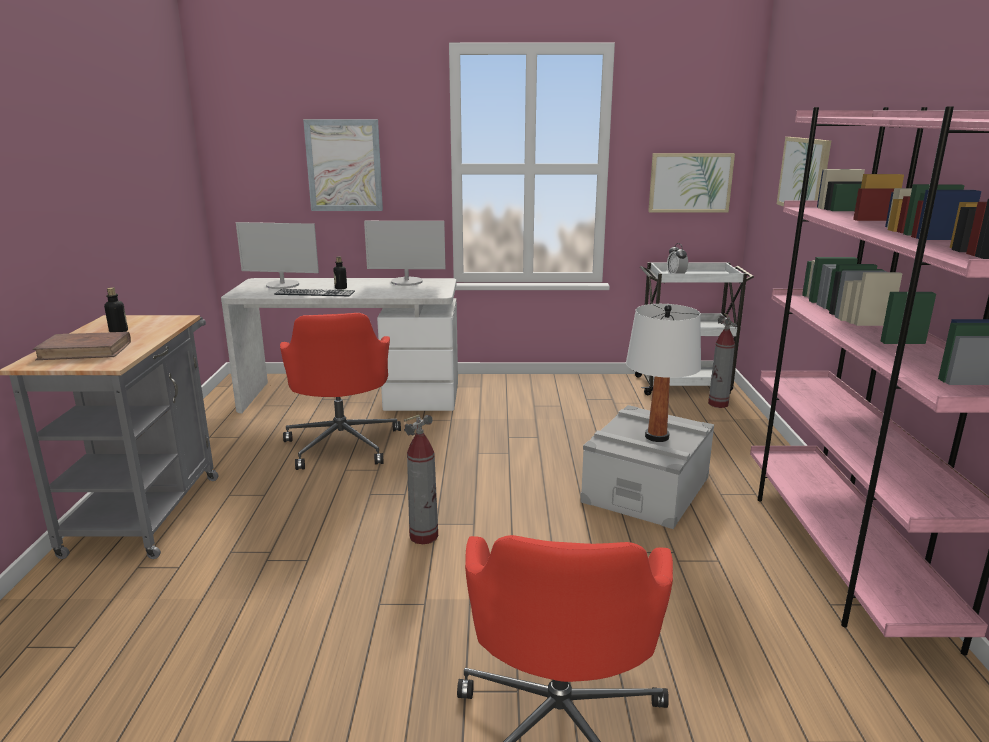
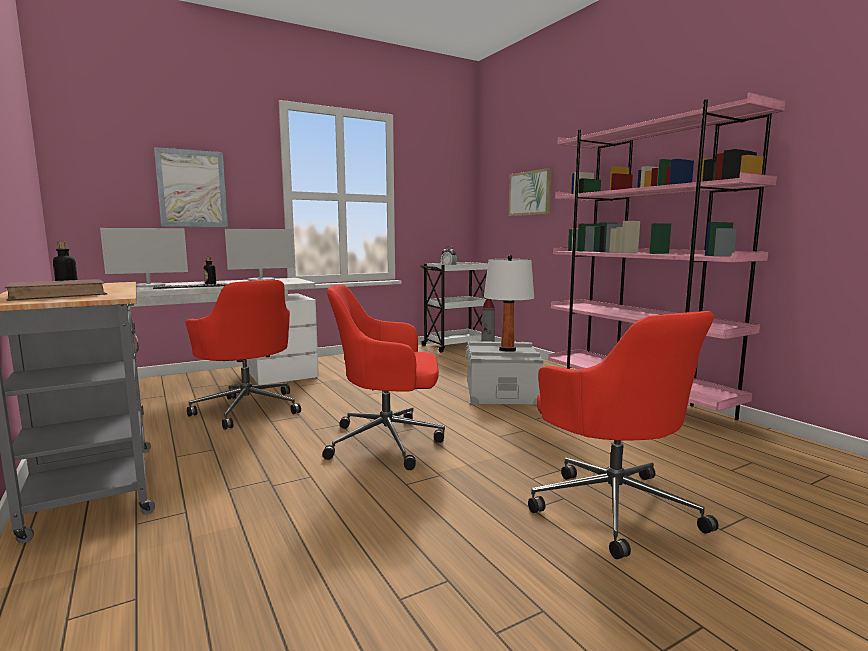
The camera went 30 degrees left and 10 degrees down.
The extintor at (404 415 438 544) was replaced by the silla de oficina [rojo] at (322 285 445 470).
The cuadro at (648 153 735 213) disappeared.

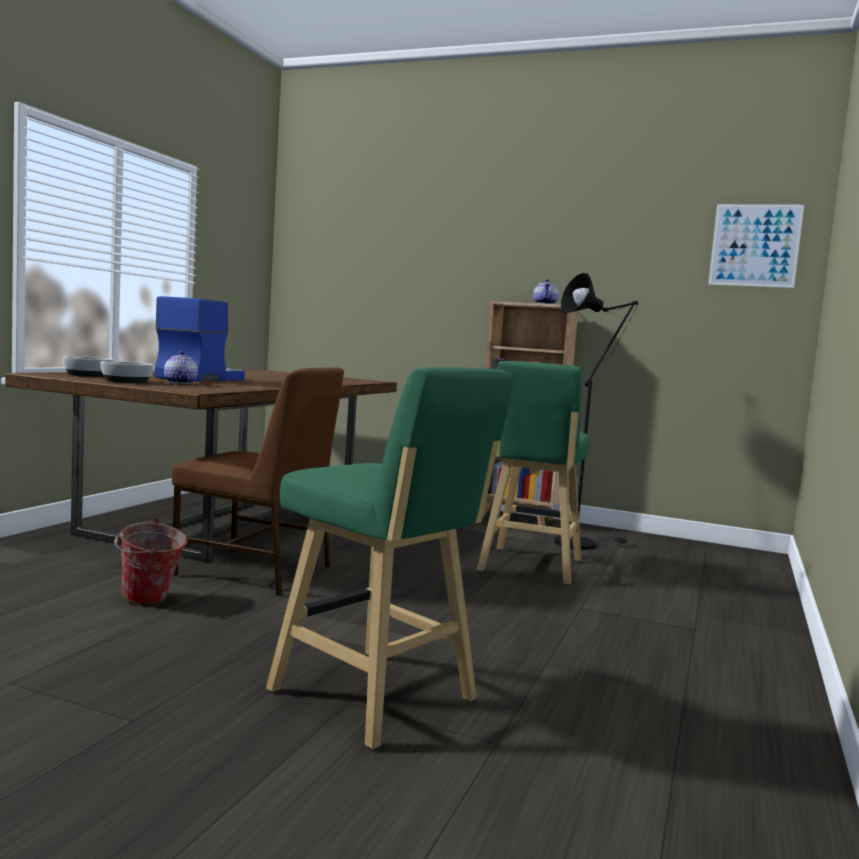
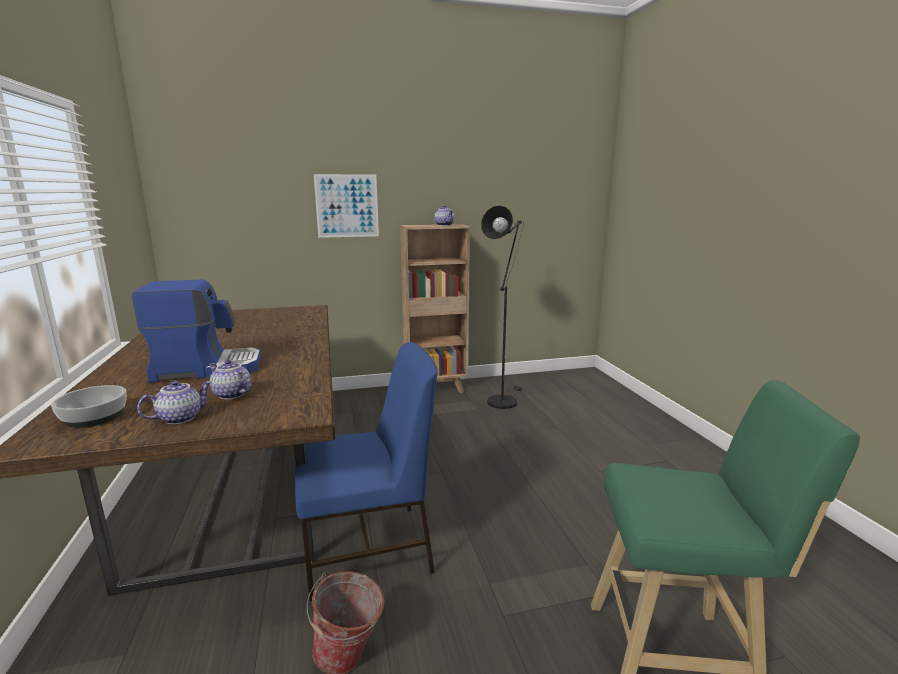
The camera went 35 degrees left and 10 degrees up.
The cuenco at (100 361 154 383) was replaced by the tetera at (137 380 212 424).
The cafetera at (155 296 245 382) turned 90 degrees clockwise.
The silla [marrón] at (172 367 344 596) became the silla [azul] at (295 342 438 601).
The taburete [verde] at (477 361 590 585) disappeared.
The cuadro moved from (708 204 804 288) to (314 174 379 238).

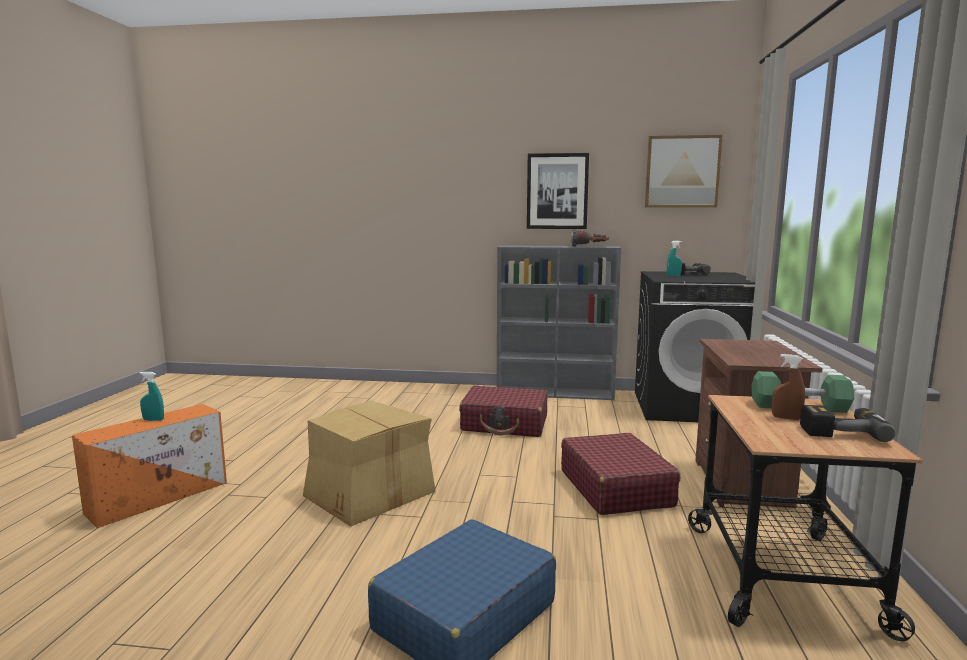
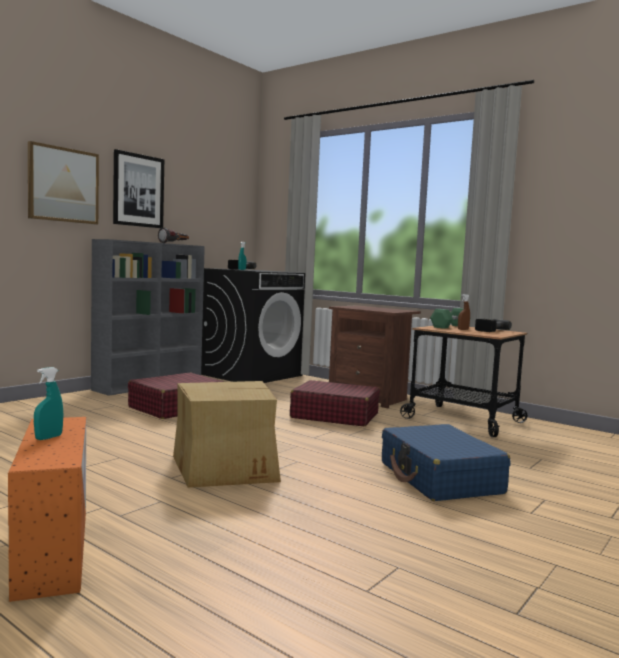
The camera went 60 degrees left and 5 degrees down.
The cuadro moved from (645 135 723 208) to (28 141 99 225).

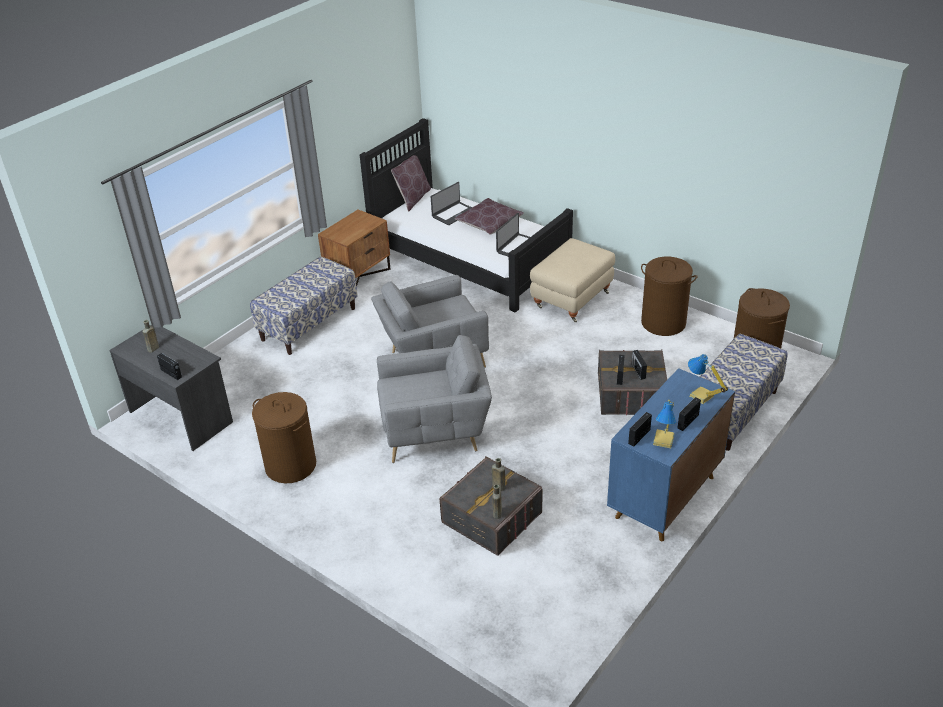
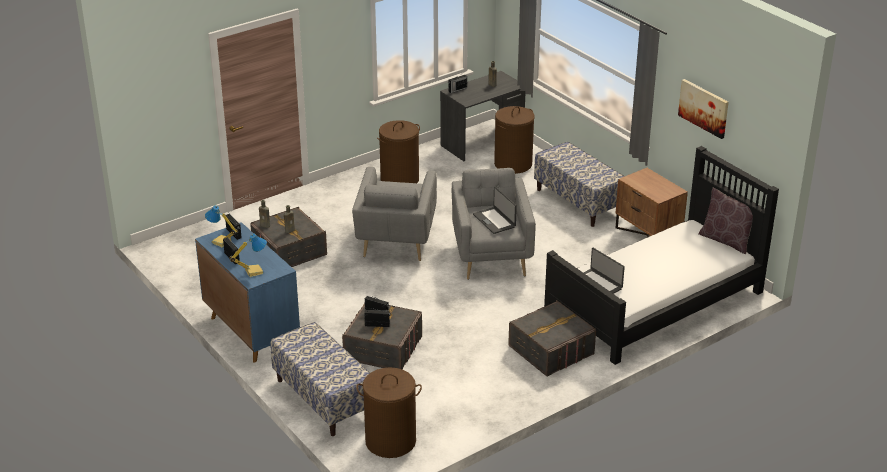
The camera went 105 degrees right and 5 degrees down.
The portátil moved from (431 182 472 225) to (473 187 517 234).
The cojín [marrón] at (455 198 524 235) disappeared.
The puf [beis] at (530 238 615 323) was replaced by the caja de almacenaje [gris] at (508 300 596 377).
The cesto de la ropa [marrón] moved from (641 257 697 336) to (494 106 535 174).
The cuadro at (678 79 729 139) appeared.

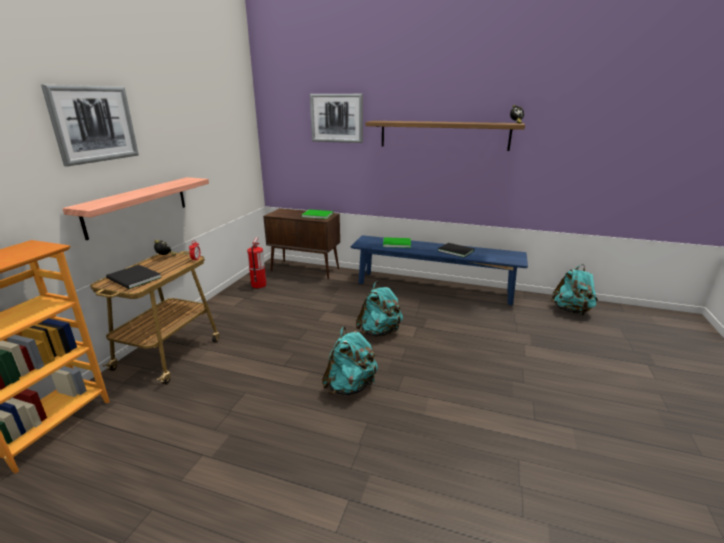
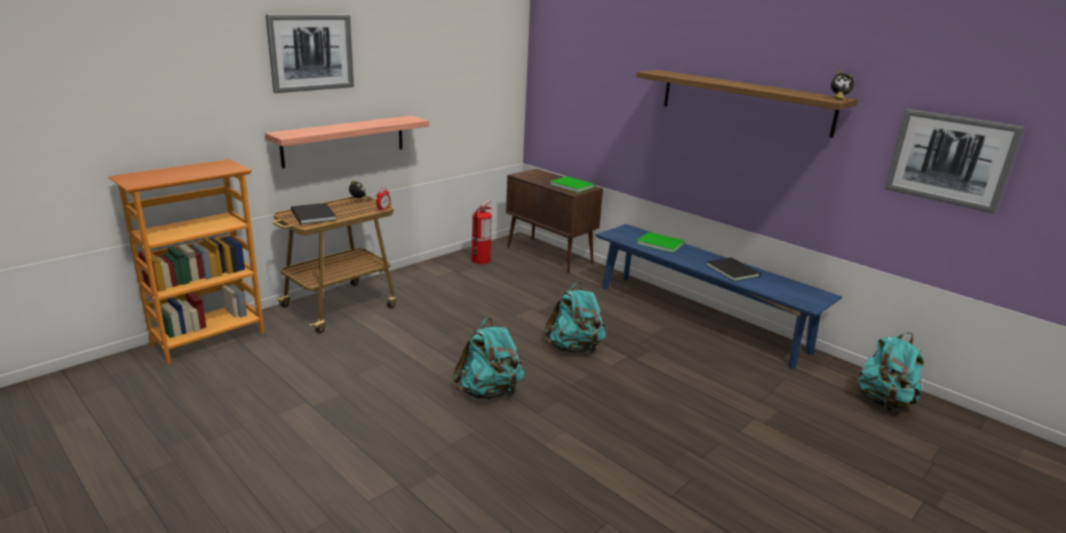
The camera went 25 degrees right and 0 degrees up.
The cuadro moved from (310 94 363 143) to (885 109 1025 214).

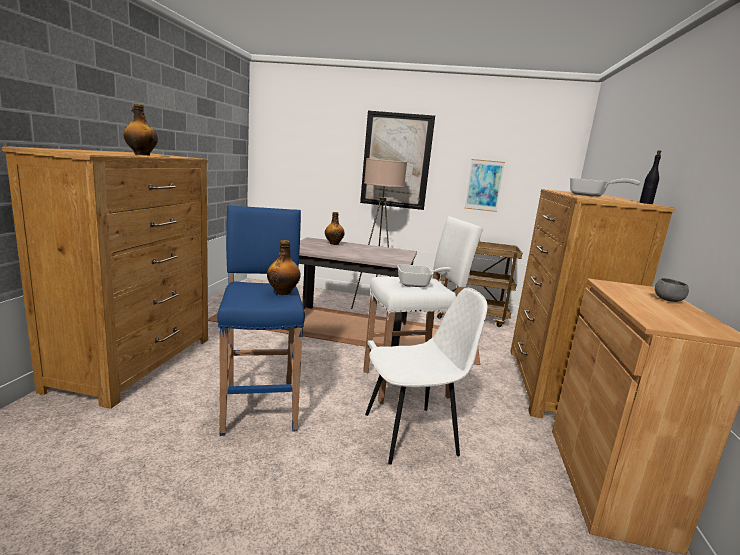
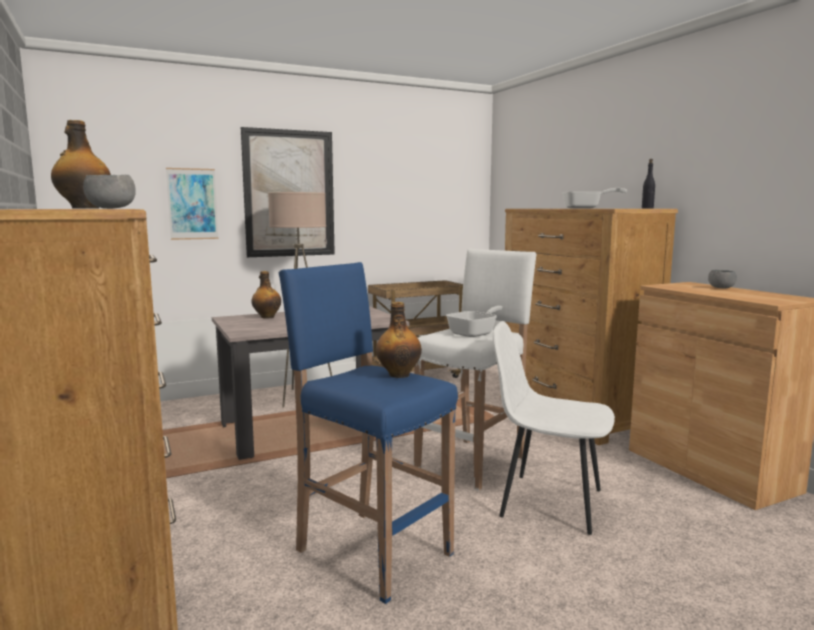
The camera went 35 degrees left and 5 degrees down.
The silla [blanco] at (365 288 487 464) turned 105 degrees counterclockwise.
The cuadro moved from (465 159 505 212) to (166 168 219 240).
The cuenco [gris] at (83 175 136 209) appeared.

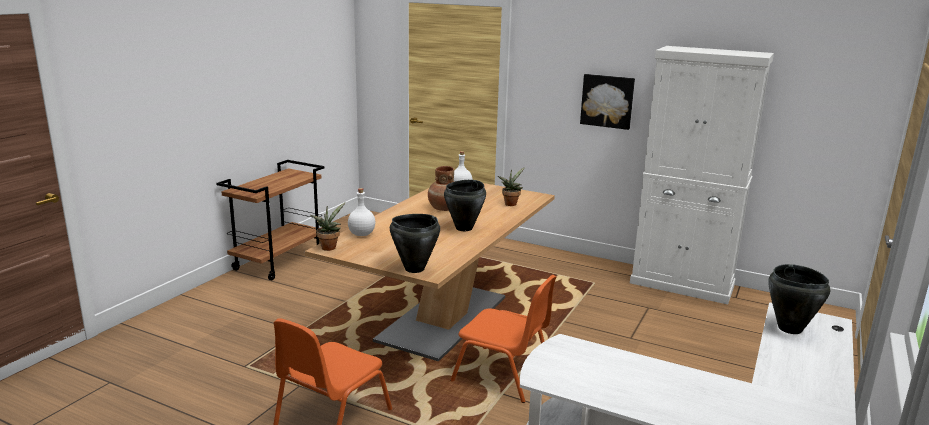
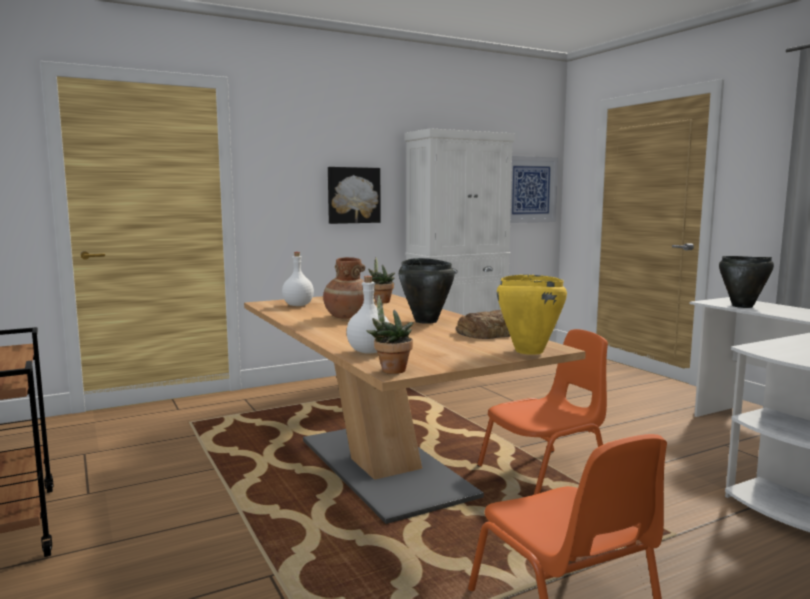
The camera went 55 degrees left and 10 degrees down.
The olla [negro] at (390 214 440 273) became the olla [amarillo] at (497 274 567 355).
The pan at (456 310 510 339) appeared.
The cuadro at (510 156 558 223) appeared.

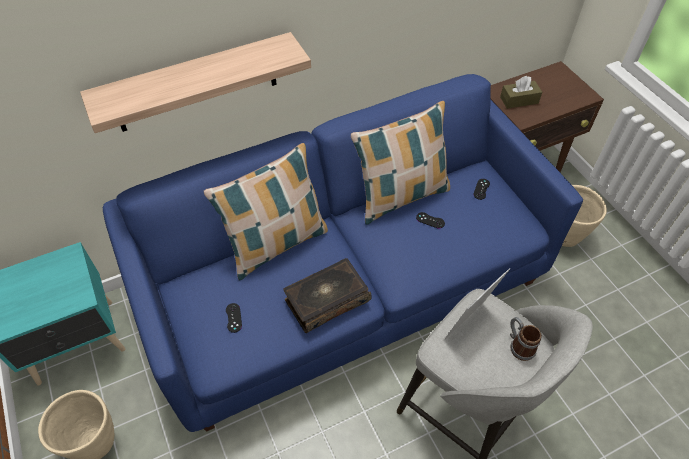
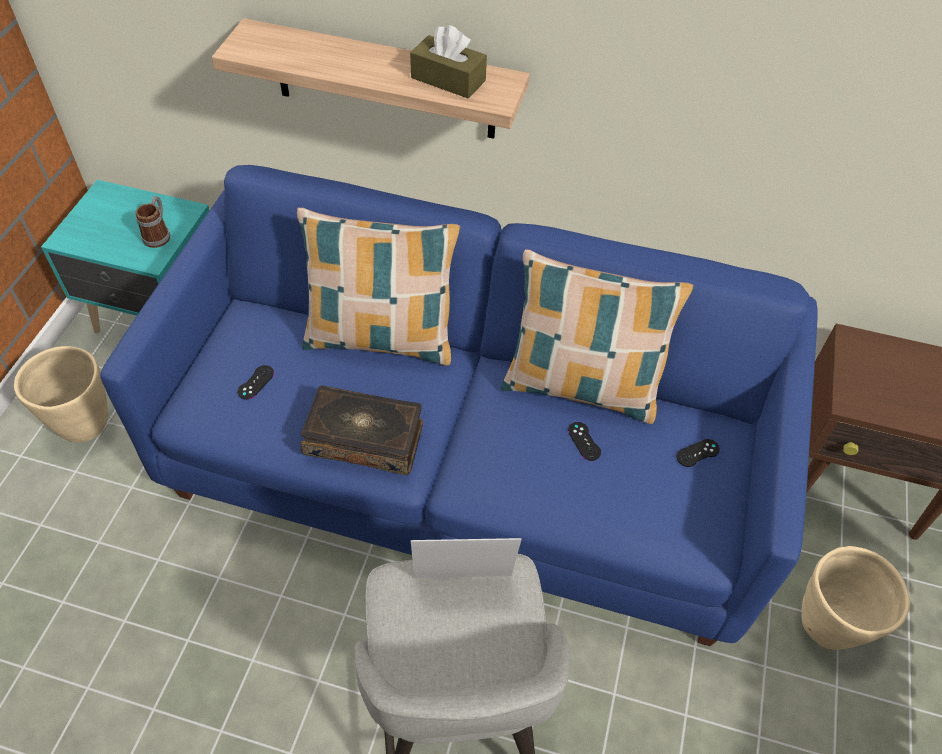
The camera went 40 degrees right and 0 degrees up.
The caja de pañuelos [marrón] moved from (500 76 542 109) to (410 25 487 99).
The taza grande moved from (510 317 542 361) to (136 196 170 248).

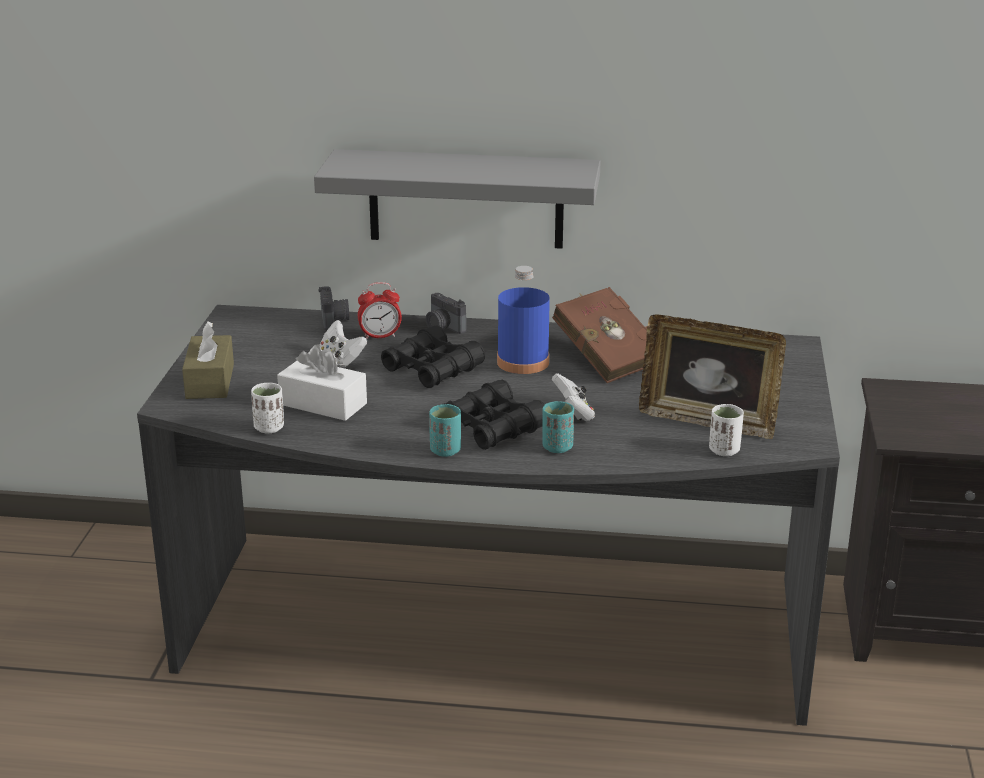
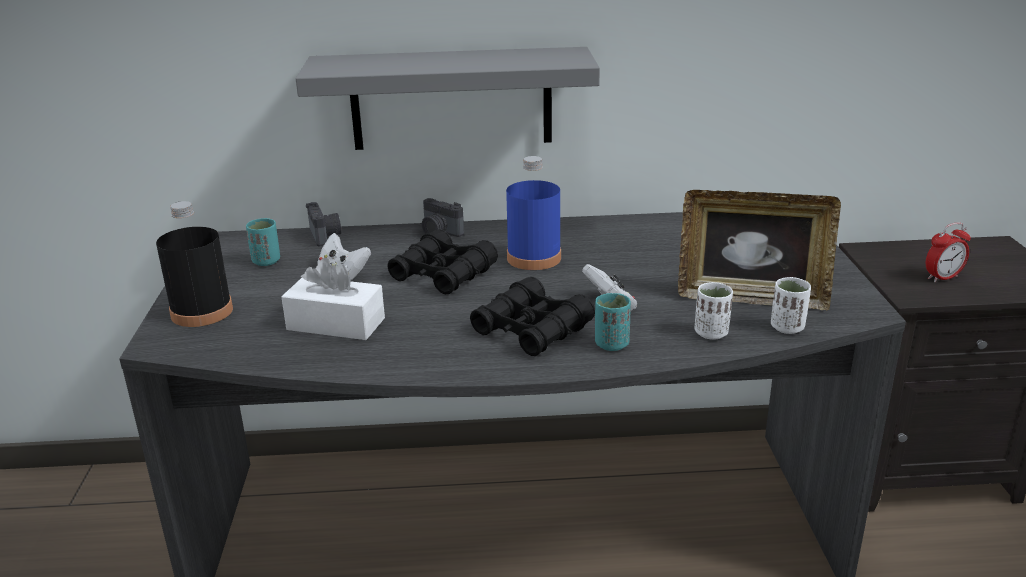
The camera went 10 degrees left and 0 degrees up.
The caja de pañuelos [marrón] at (182 321 234 399) was replaced by the botella [negro] at (156 201 233 327).
The taza [blanco] moved from (251 383 284 433) to (694 282 733 340).
The despertador moved from (358 282 402 339) to (926 222 971 282).
The taza [turquesa] moved from (429 404 461 457) to (246 218 280 266).
The libro [marrón] at (552 287 647 383) disappeared.

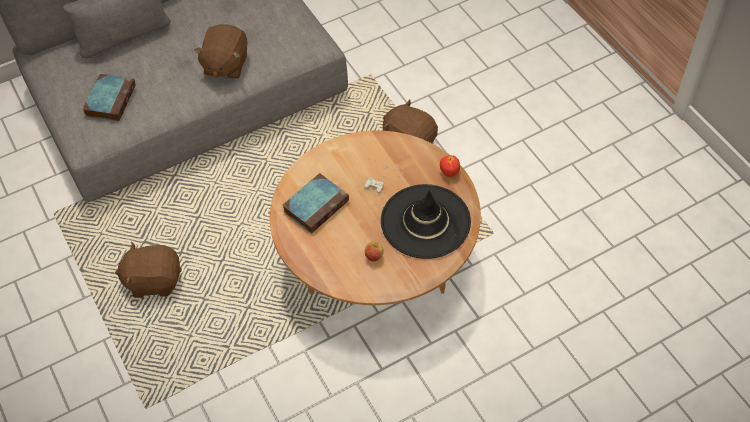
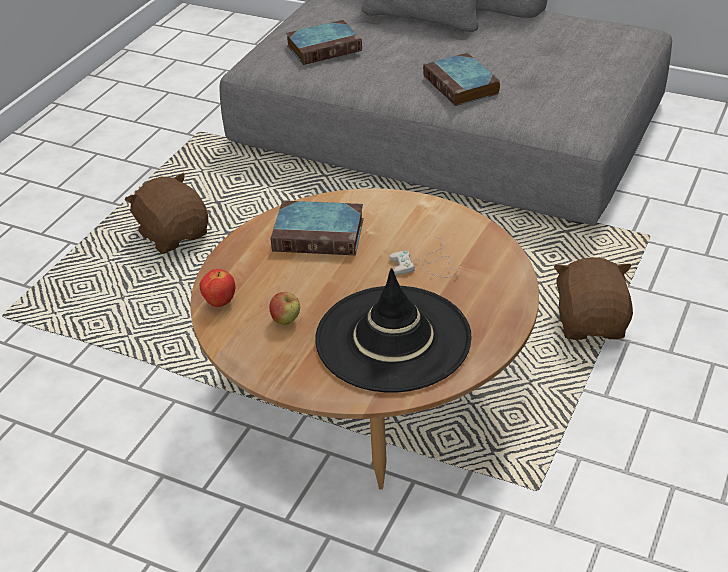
The camera went 55 degrees right and 15 degrees down.
The peluche [marrón] at (194 24 247 79) was replaced by the libro at (423 53 500 106).
The manzana moved from (440 155 460 177) to (200 269 236 307).

